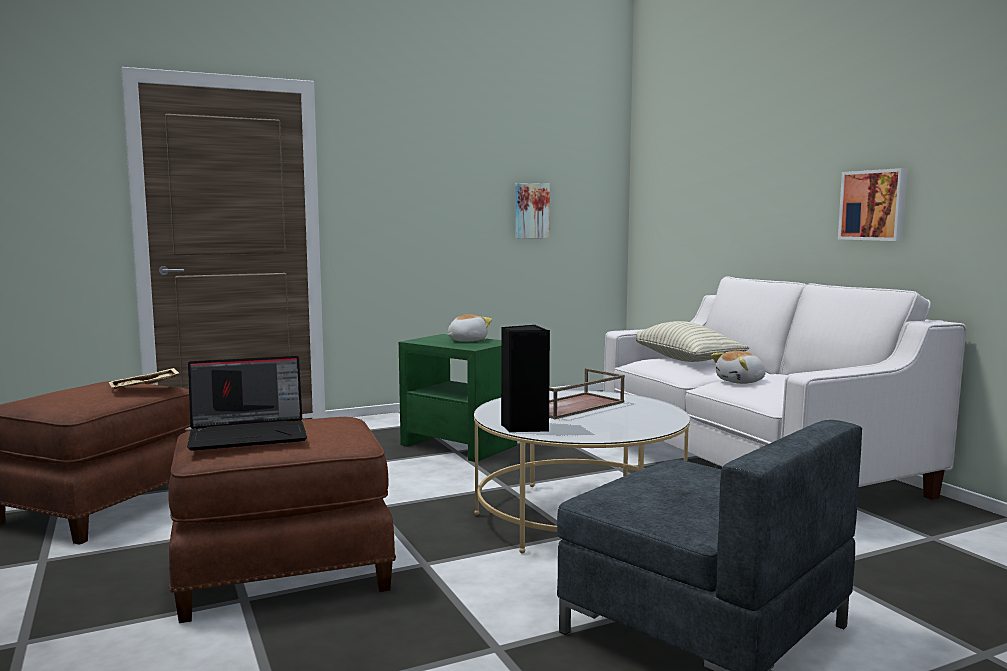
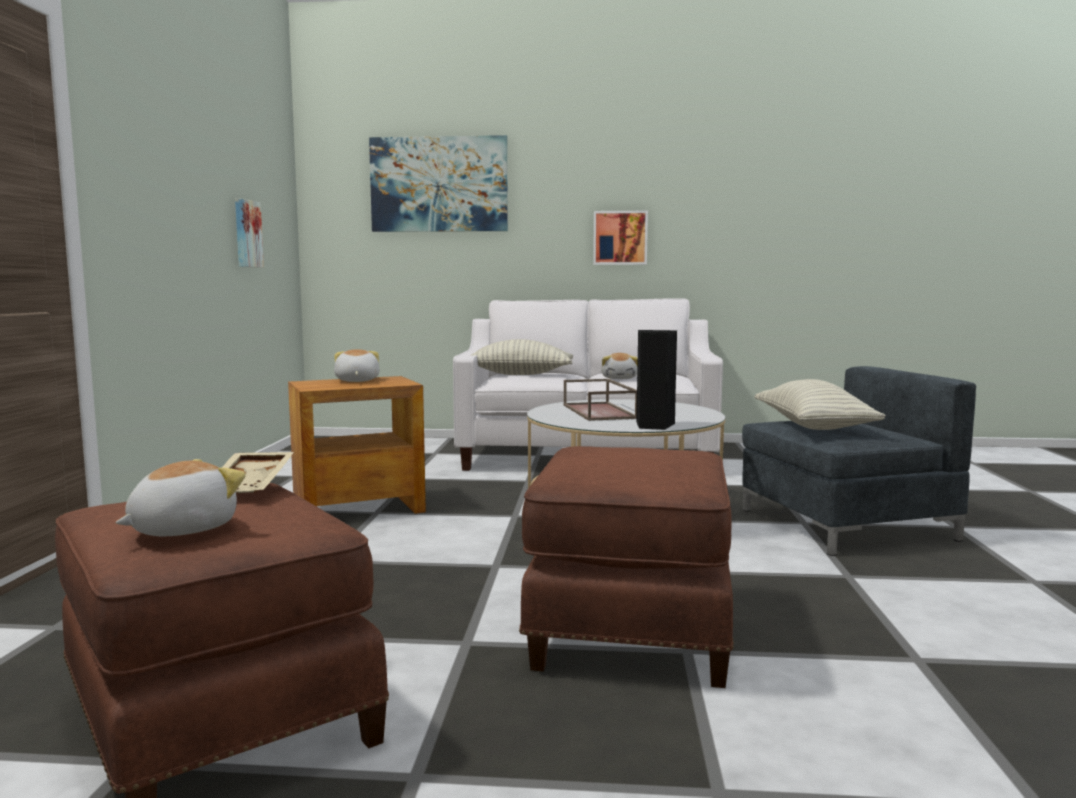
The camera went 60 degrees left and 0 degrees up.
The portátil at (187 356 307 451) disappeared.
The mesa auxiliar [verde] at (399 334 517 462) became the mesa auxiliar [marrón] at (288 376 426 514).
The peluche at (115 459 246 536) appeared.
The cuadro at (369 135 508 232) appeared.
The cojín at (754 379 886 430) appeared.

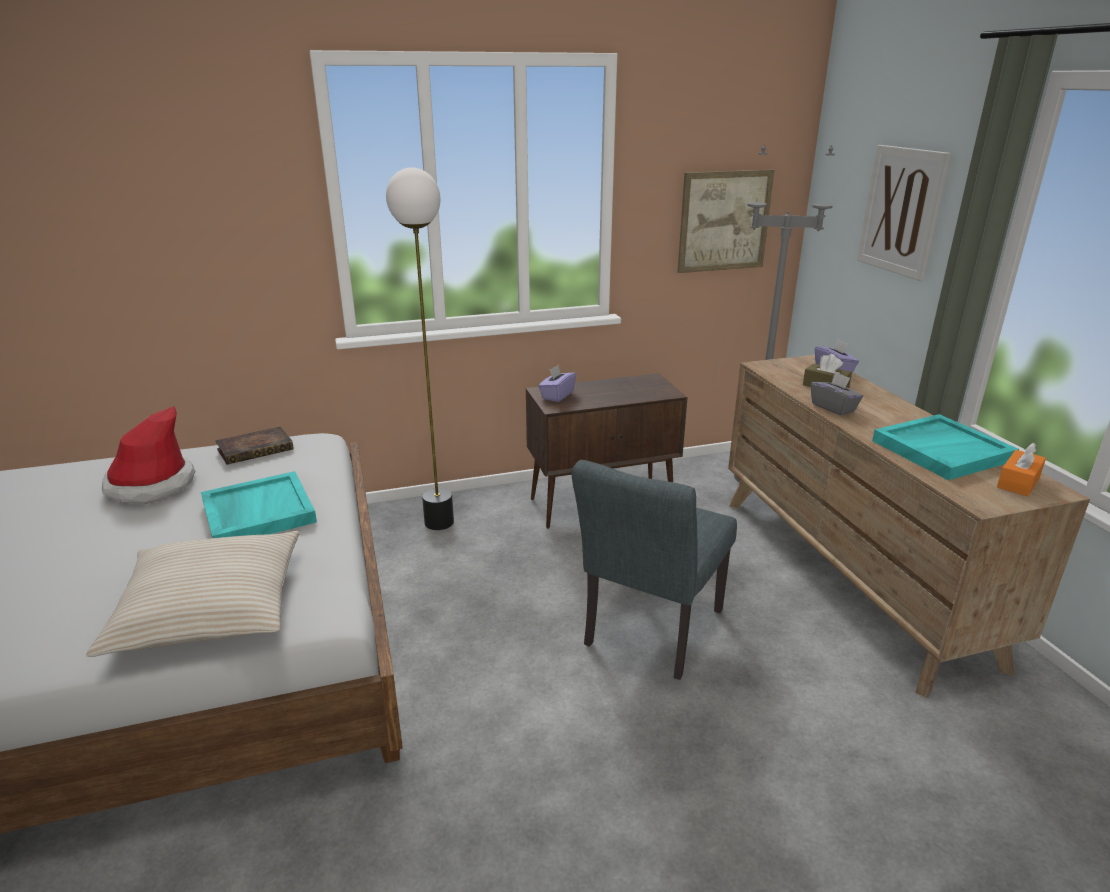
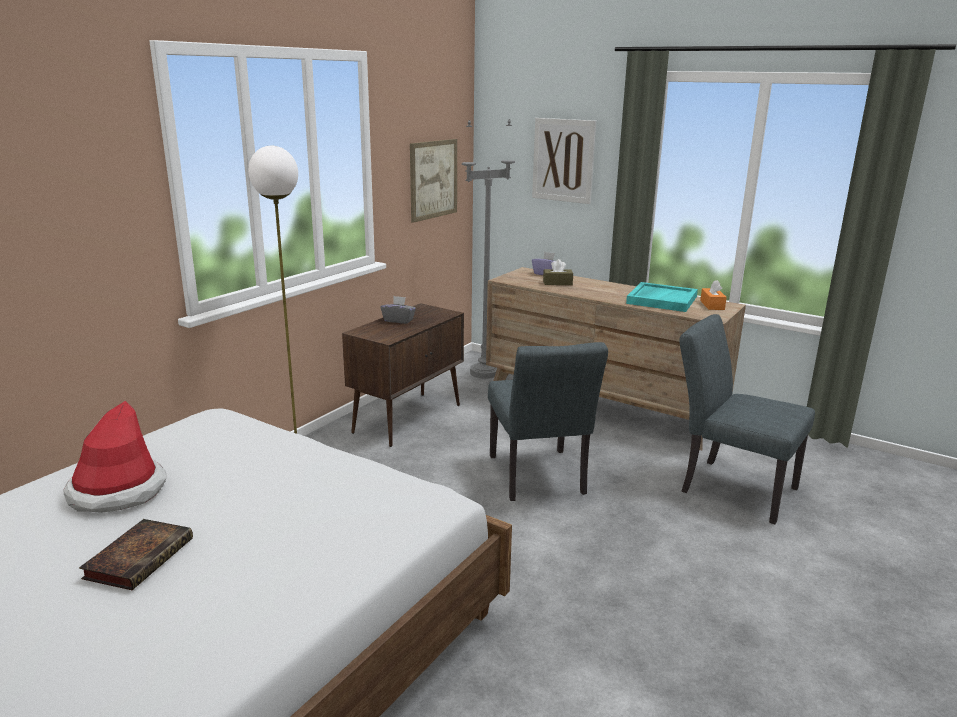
The camera went 40 degrees left and 5 degrees down.
The cojín [beis] at (86 531 299 657) disappeared.
The bandeja [turquesa] at (201 471 317 538) disappeared.
The libro moved from (215 427 294 465) to (79 519 193 590).
The caja de pañuelos [morado] at (538 365 576 402) disappeared.
The caja de pañuelos [gris] moved from (811 372 863 416) to (380 296 416 324).
The silla [gris] at (679 314 815 524) appeared.

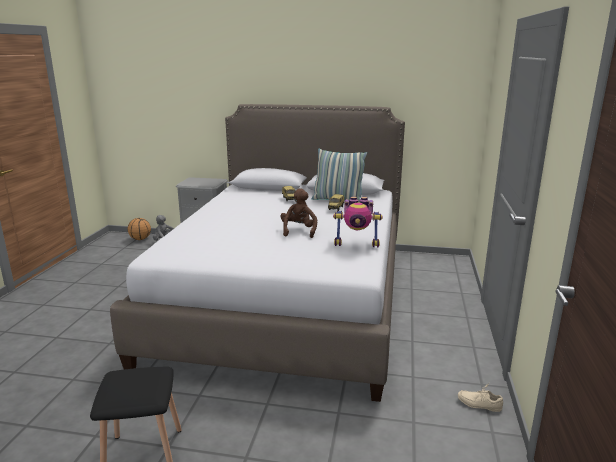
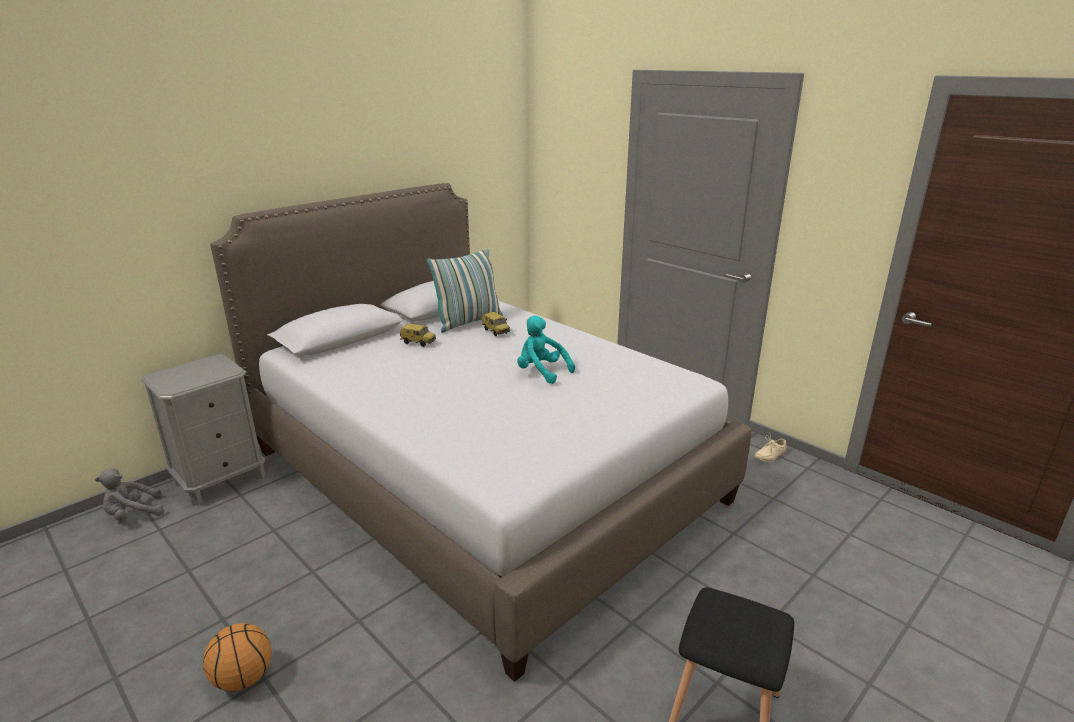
The camera went 55 degrees left and 5 degrees up.
The balón de baloncesto moved from (128 218 151 240) to (203 623 271 692).
The peluche [marrón] at (281 188 317 238) became the peluche [turquesa] at (517 316 575 384).
The robot de juguete at (333 196 383 247) disappeared.

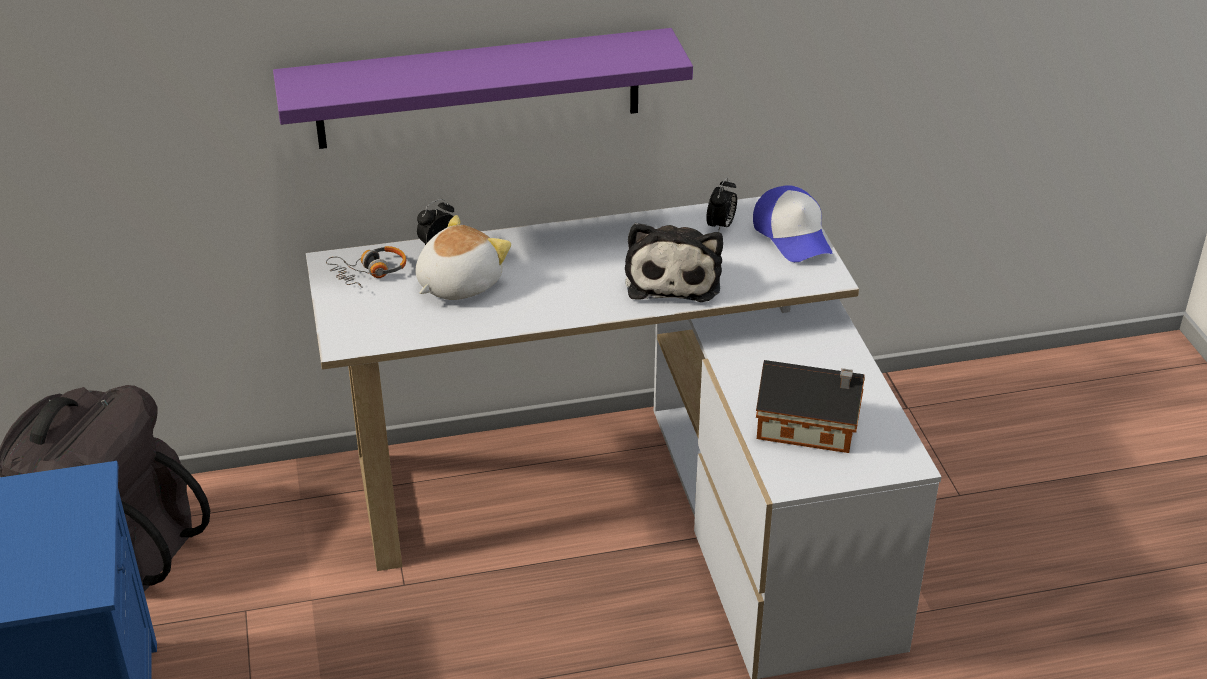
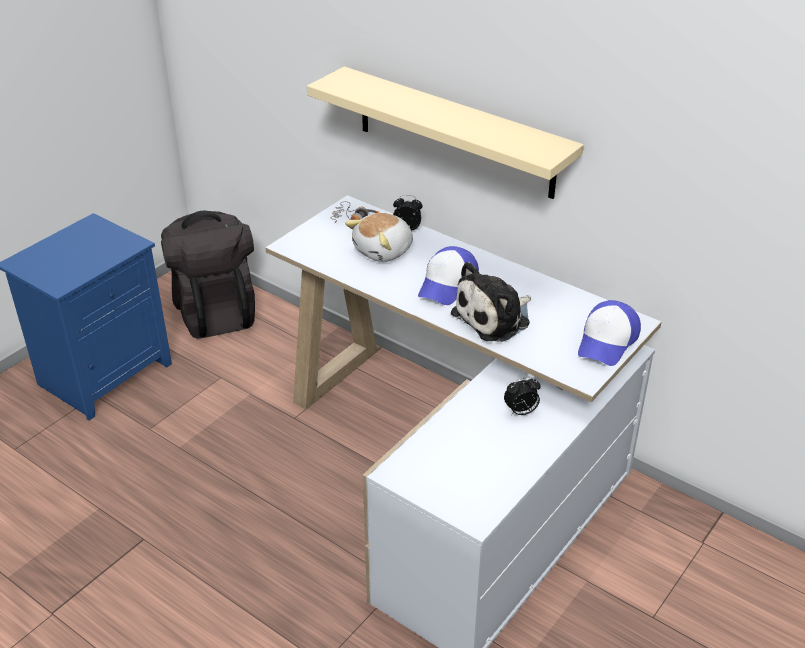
The camera went 50 degrees right and 0 degrees up.
The estante [morado] at (273 28 693 149) became the estante [beis] at (307 67 584 199).
The peluche at (415 215 511 300) turned 135 degrees clockwise.
The despertador moved from (707 177 737 232) to (504 377 541 416).
The casita at (756 360 865 453) disappeared.
The gorra at (418 246 479 305) appeared.

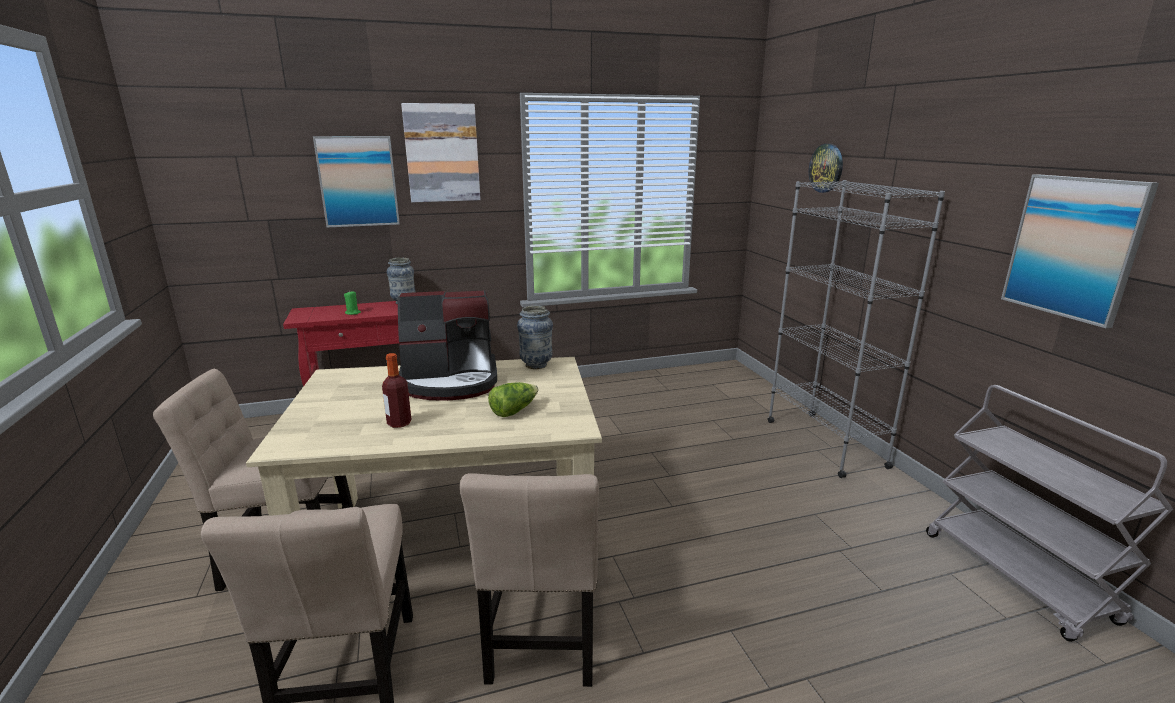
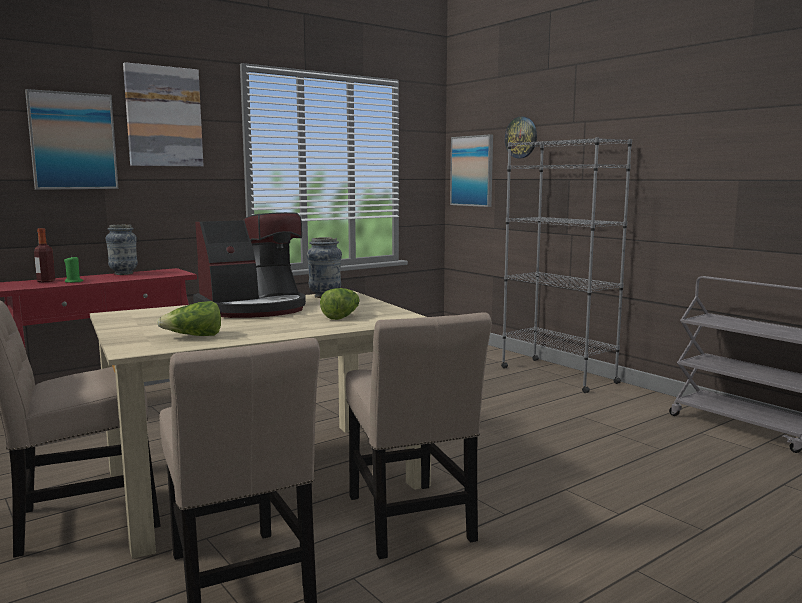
The camera went 20 degrees left and 10 degrees down.
The botella moved from (382 353 411 428) to (34 228 55 282).
The cuadro moved from (1001 174 1159 328) to (450 134 493 207).
The lechuga at (157 301 221 336) appeared.

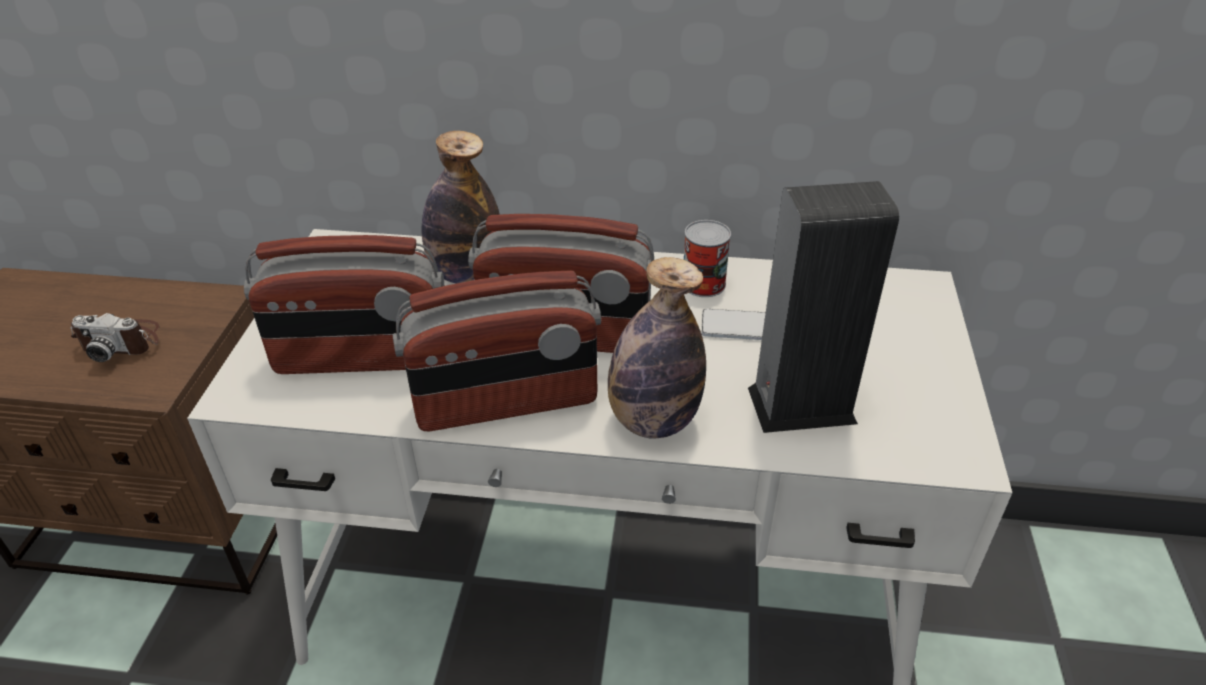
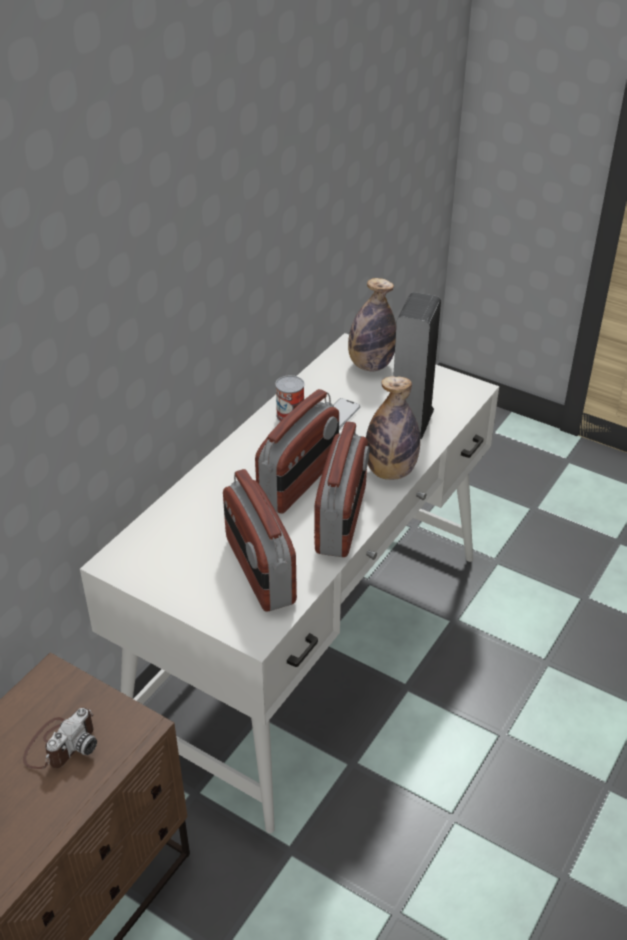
The camera went 65 degrees left and 0 degrees up.
The radio at (244 235 444 374) turned 135 degrees clockwise.
The botella moved from (422 131 500 284) to (348 278 396 371).

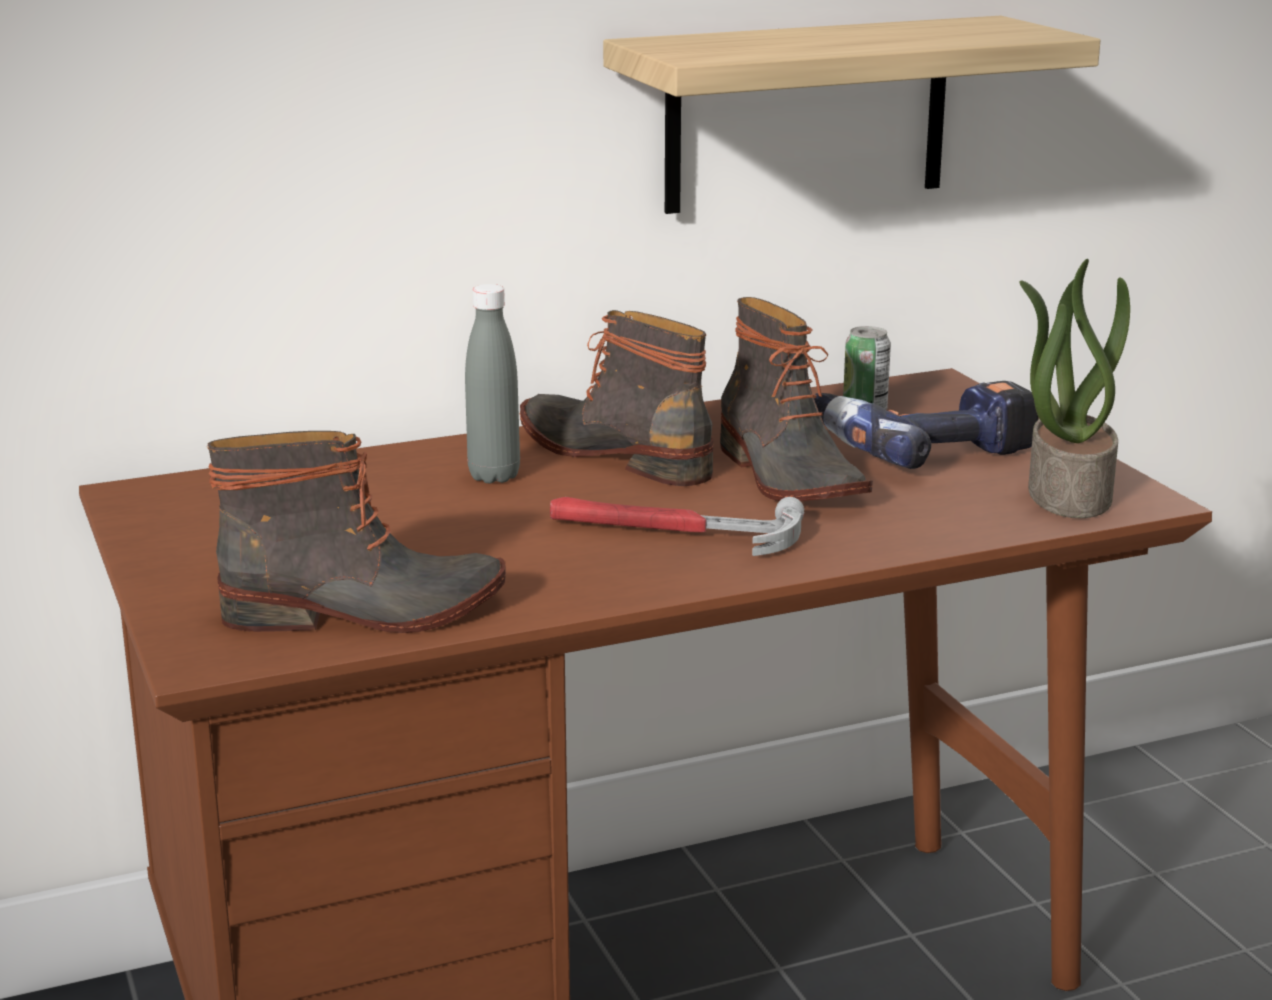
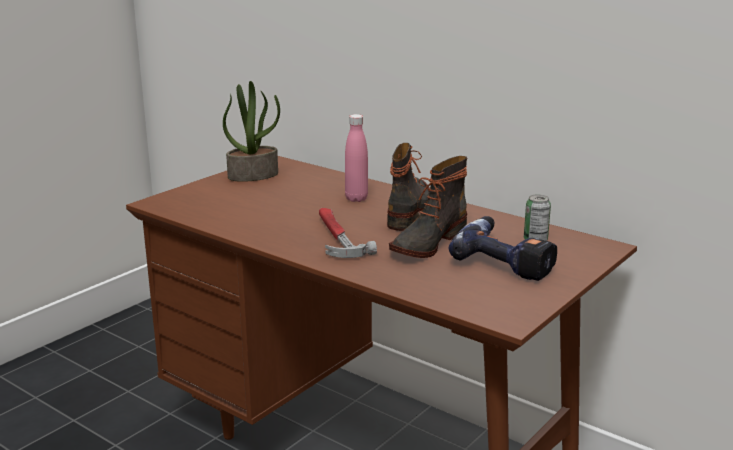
The camera went 60 degrees right and 0 degrees up.
The bota at (208 431 506 633) disappeared.
The botella [gris] at (465 284 520 483) became the botella [rosa] at (345 114 368 202).
The estante at (603 16 1100 214) disappeared.
The planta en maceta moved from (1019 259 1130 518) to (223 81 280 182).

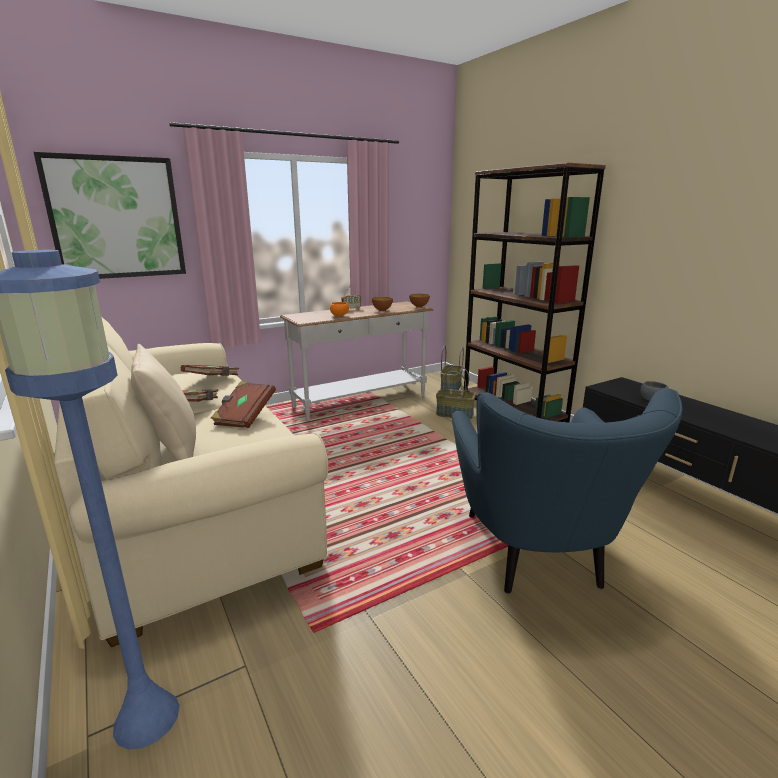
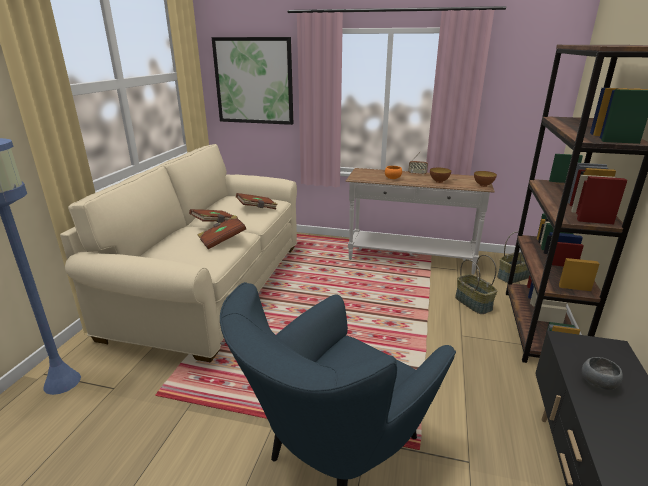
The camera went 45 degrees right and 5 degrees up.
The cojín [beis] at (131 344 196 461) disappeared.

